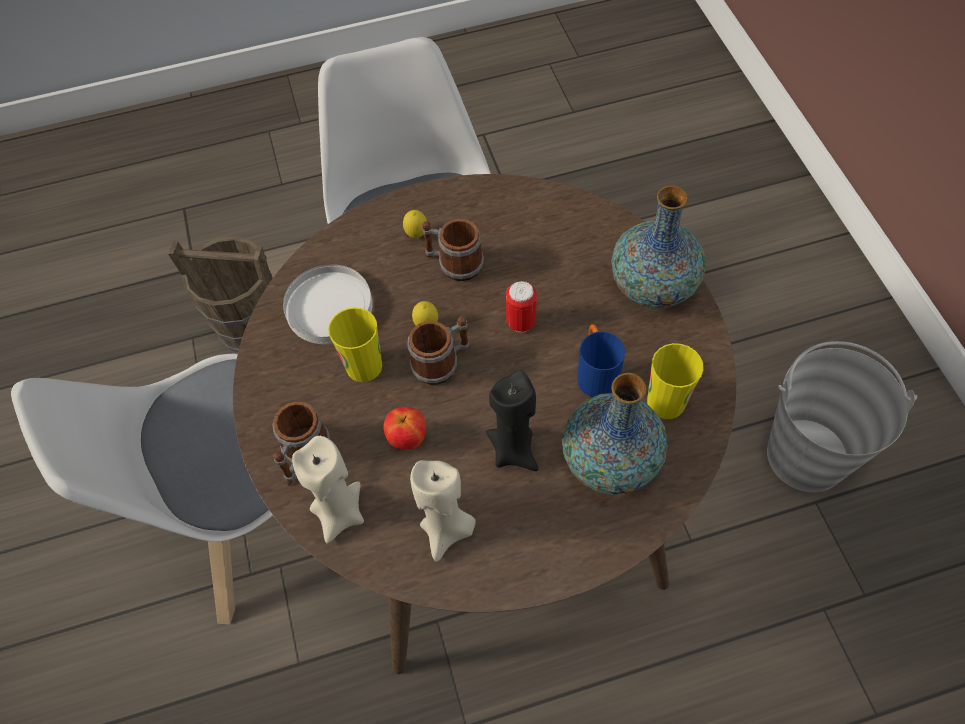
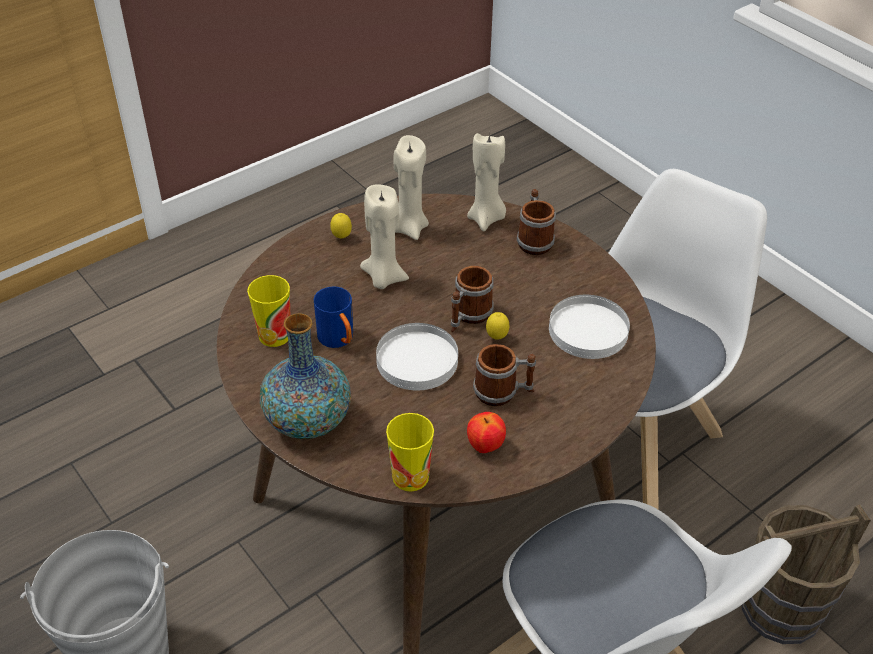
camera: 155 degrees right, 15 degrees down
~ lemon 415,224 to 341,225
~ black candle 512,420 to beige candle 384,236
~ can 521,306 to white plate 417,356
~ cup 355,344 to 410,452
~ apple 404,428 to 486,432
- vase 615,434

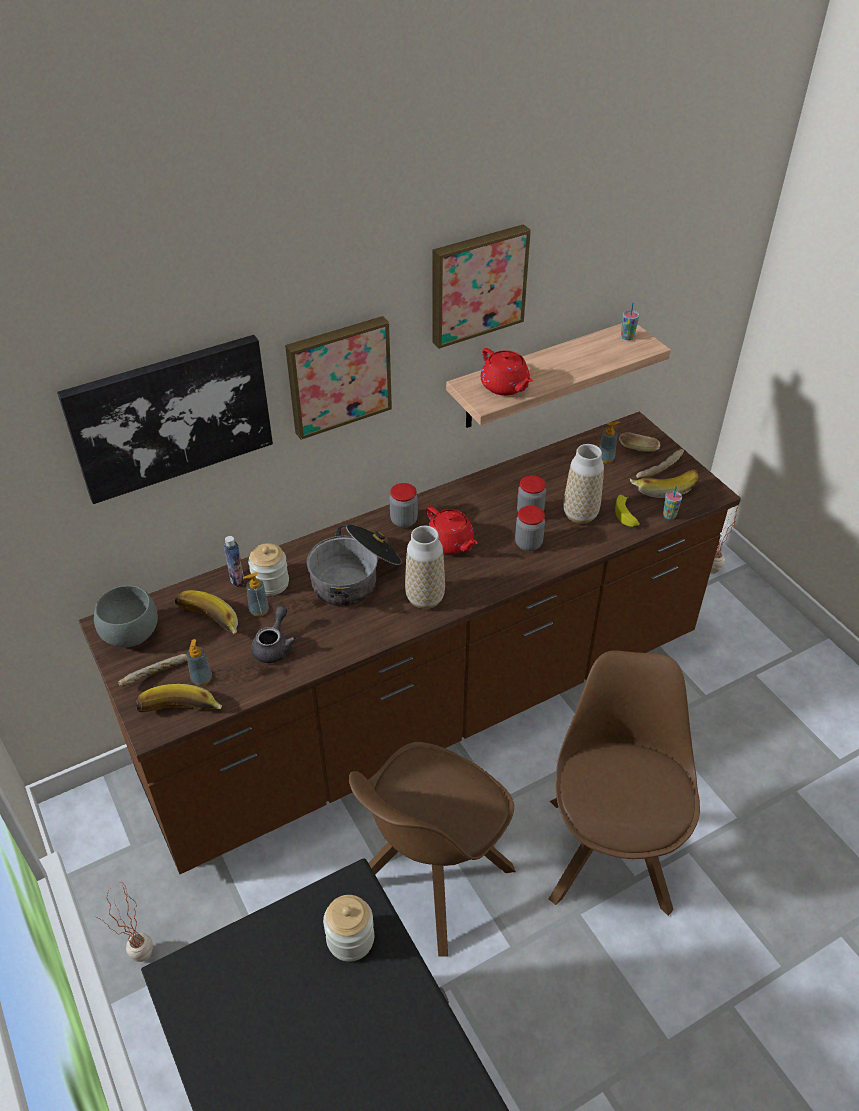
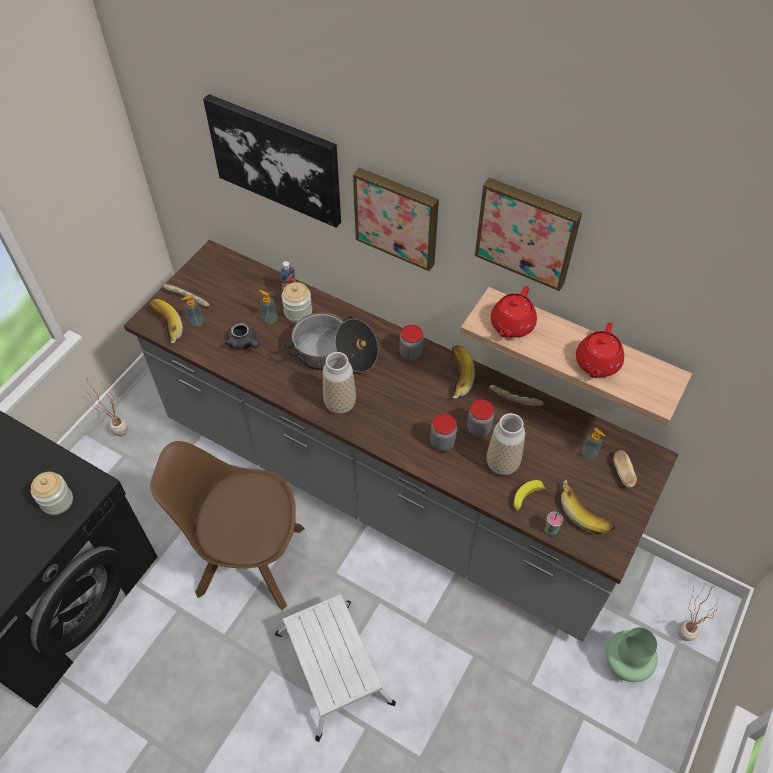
camera: 60 degrees right, 10 degrees up
~ brown counter 410,643 to grey counter 401,441
~ grey teapot 273,634 = 242,336 60 degrees clockwise
~ brown chair 624,783 to white step ladder 335,668
~ banana 206,612 to 463,371
~ bread 660,464 to 516,395
~ red teapot 452,530 to 600,350
+ green vase 632,654
- grey bowl 126,616
- cup 630,321

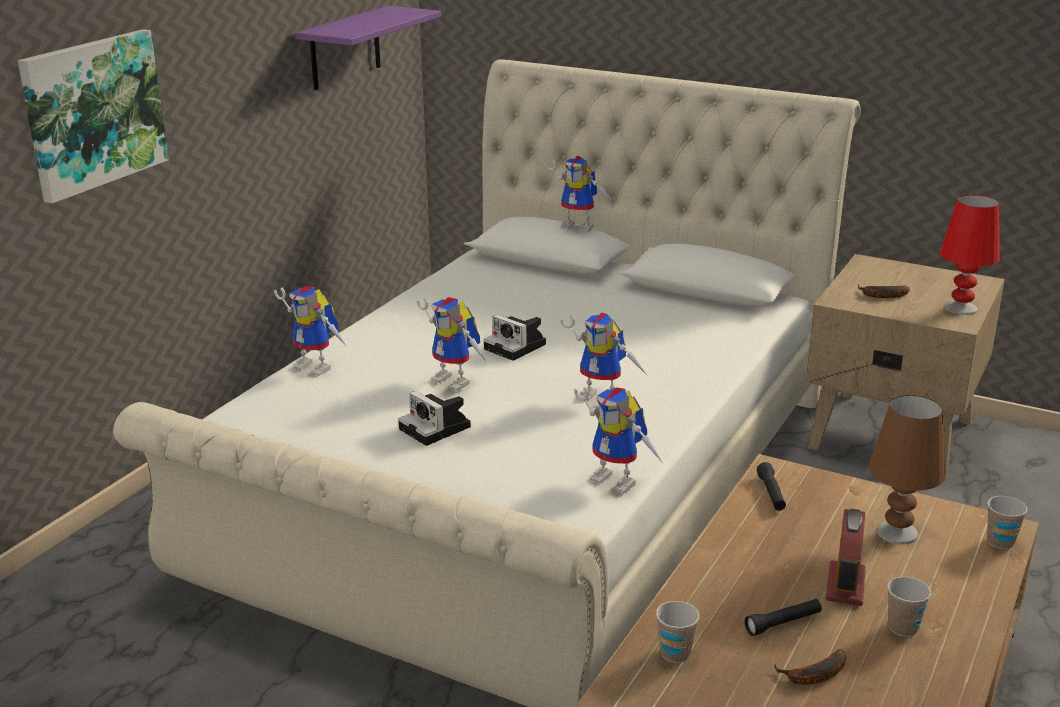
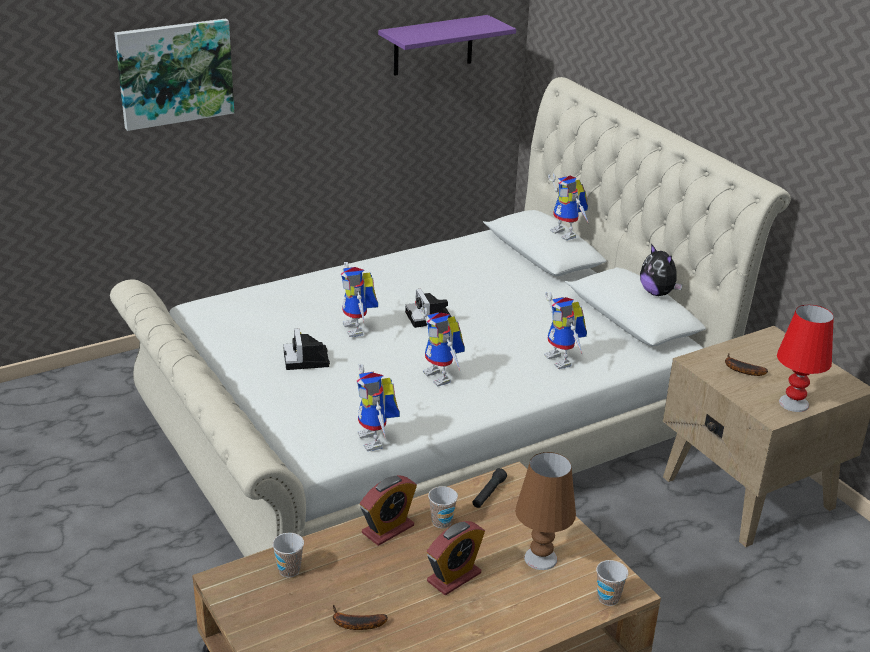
camera: 30 degrees right, 5 degrees up
+ alarm clock 388,510
~ cup 909,607 to 443,507
~ toy robot 310,331 to 565,330
+ plush toy 661,270
- black flashlight 783,617

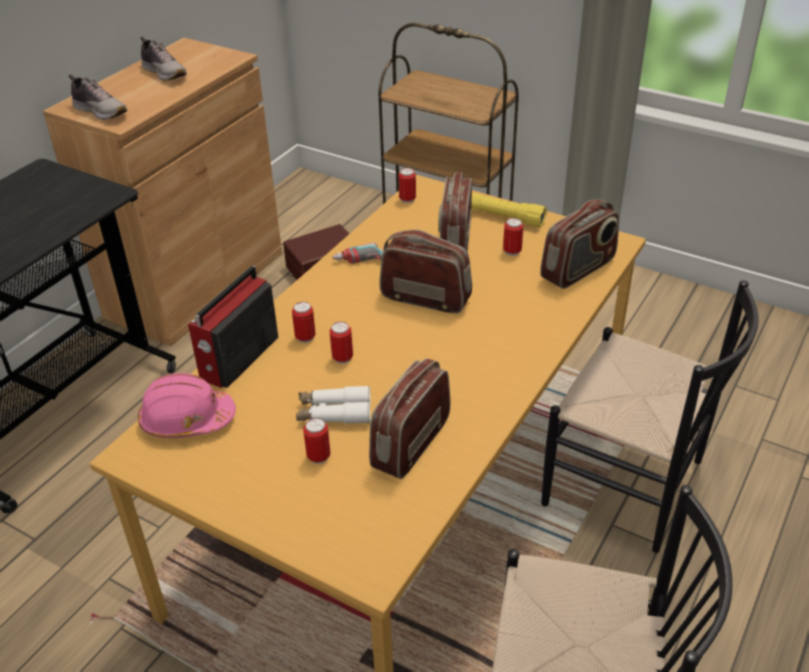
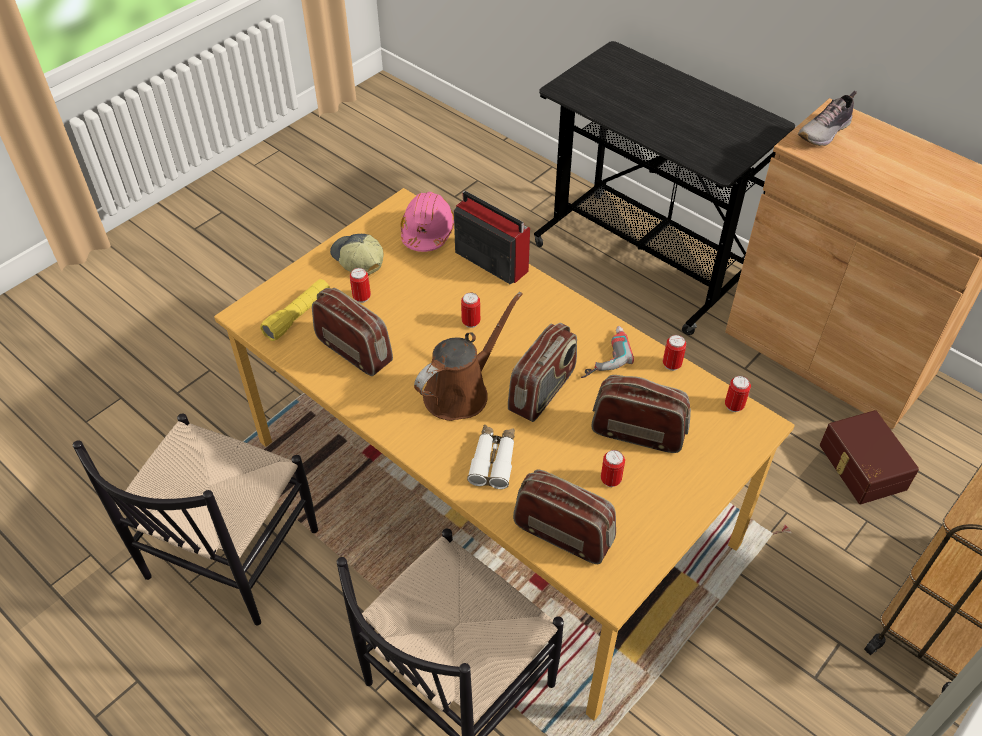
camera: 100 degrees right, 10 degrees up
~ yellow flashlight 509,210 to 295,310
+ cap 356,254
+ brown watering can 468,356
~ white binoculars 333,405 to 491,457
~ radio 579,244 = 564,516 150 degrees clockwise
~ can 304,322 to 674,353
- shoe 163,58

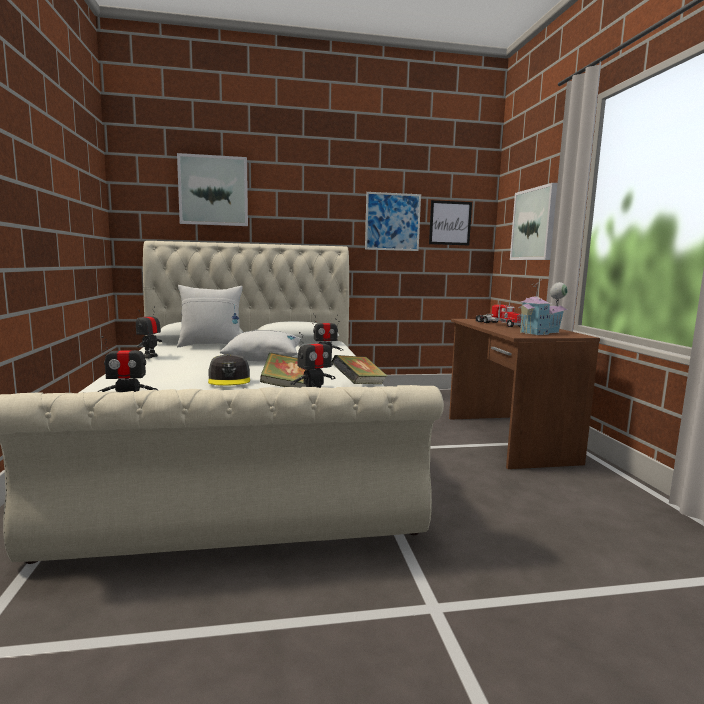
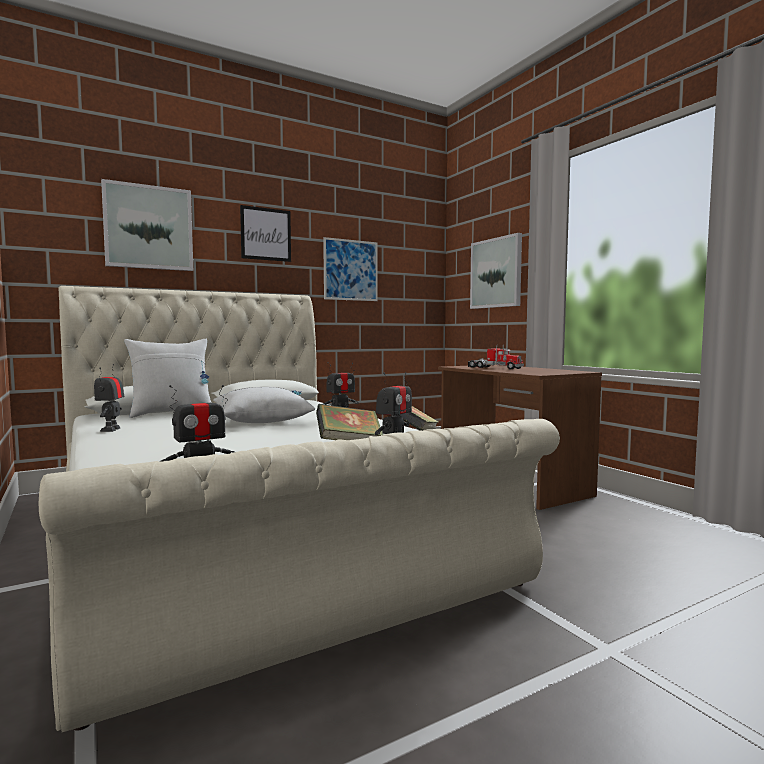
camera: 20 degrees left, 5 degrees down
~ picture 450,222 to 265,233
- grey cap 229,370
- toy house 543,307

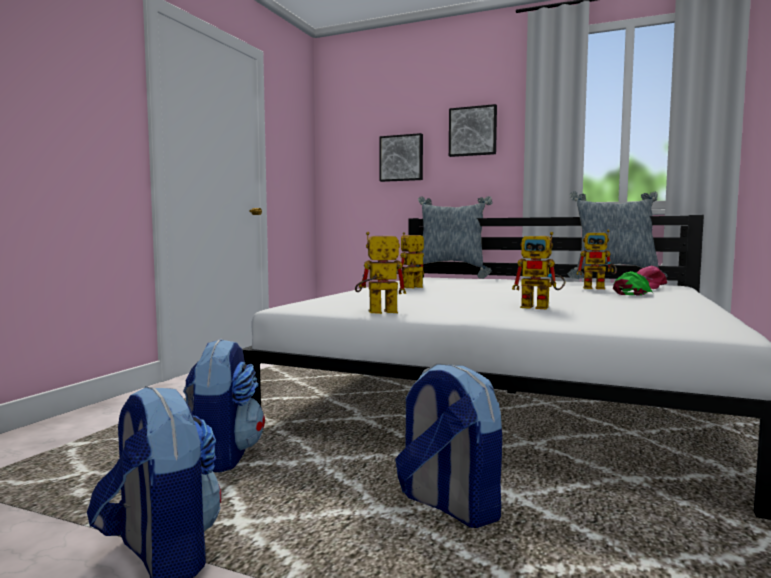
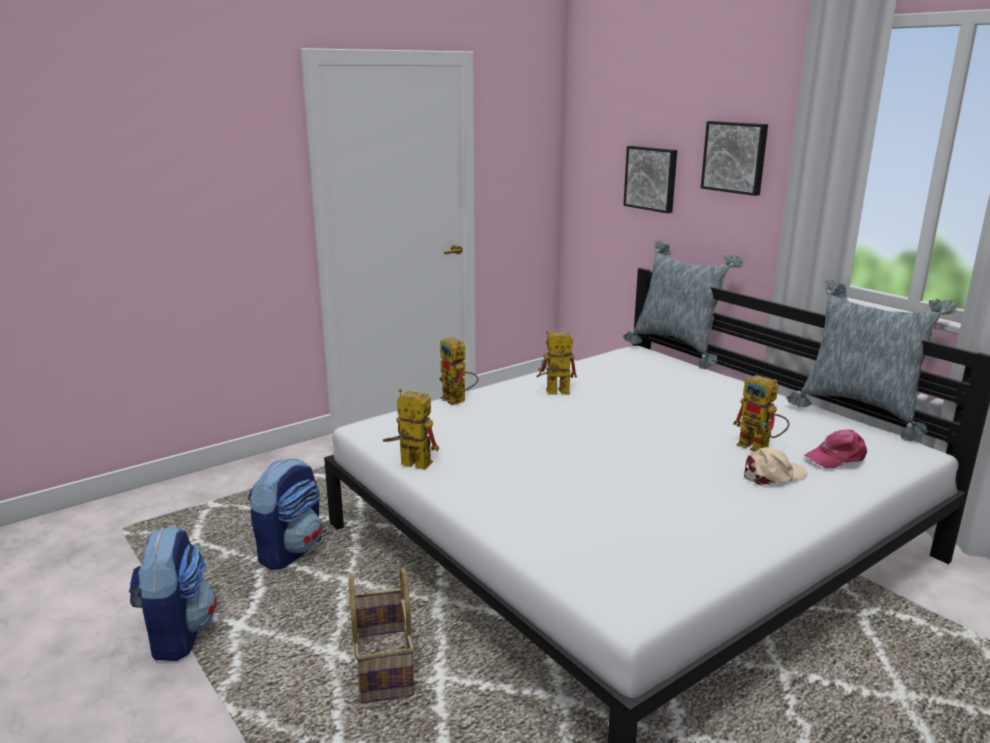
camera: 30 degrees right, 15 degrees up
~ backpack 448,445 to basket 381,635
~ toy robot 538,270 to 458,371
~ green cap 633,283 to beige cap 776,466

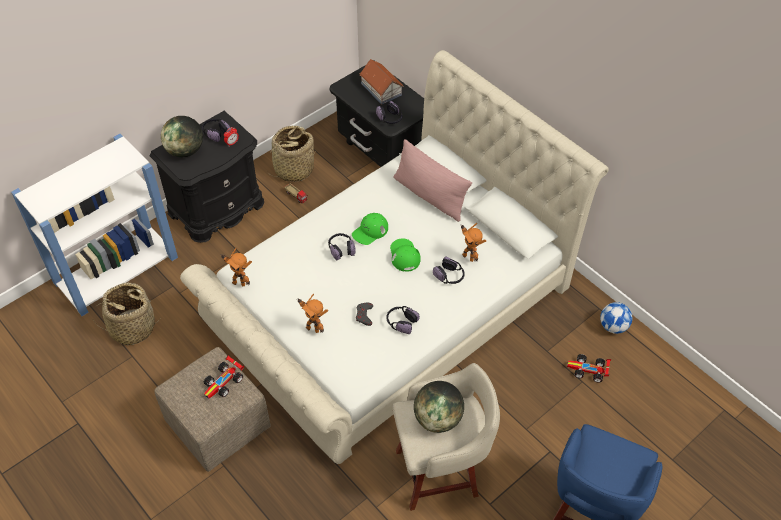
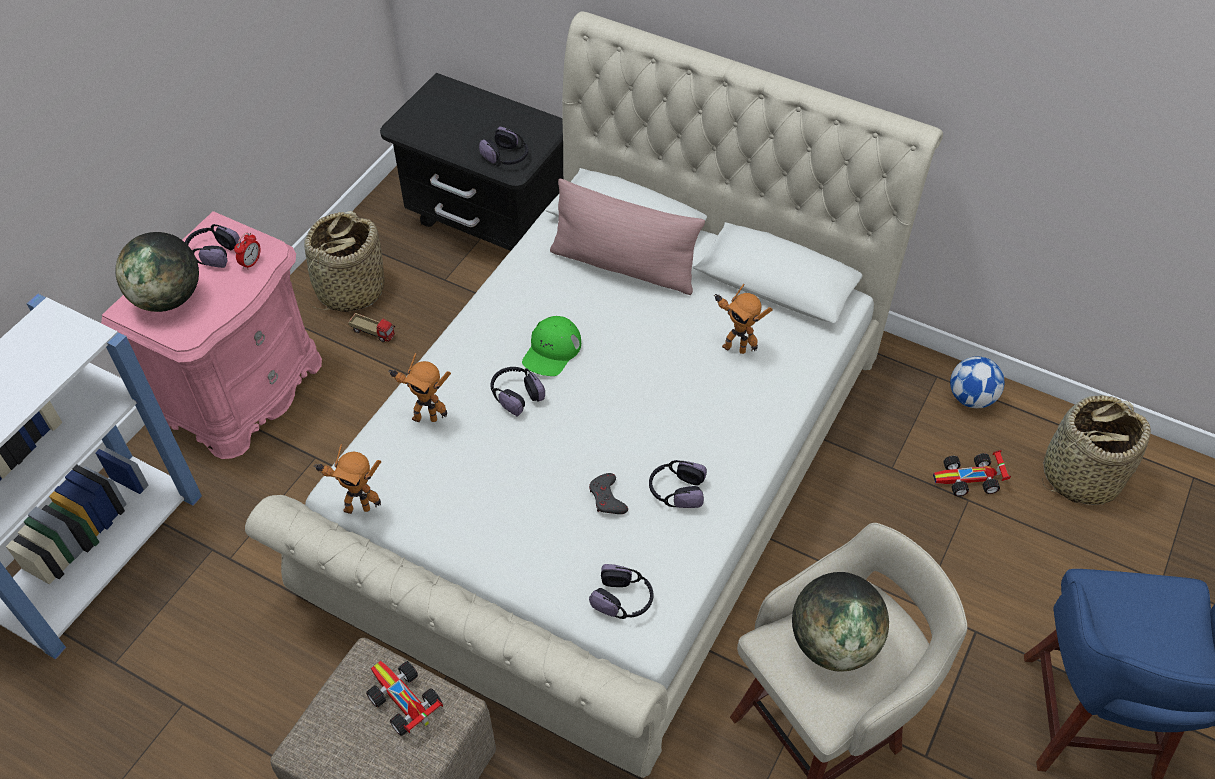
camera: 20 degrees left, 0 degrees up
~ black nightstand 207,177 to pink nightstand 211,335
~ toy car 224,376 = 404,698 120 degrees clockwise
~ toy robot 312,313 to 419,387
~ headphones 449,270 to 621,591
~ basket 126,314 to 1096,450
- toy house 381,81
- green cap 405,255

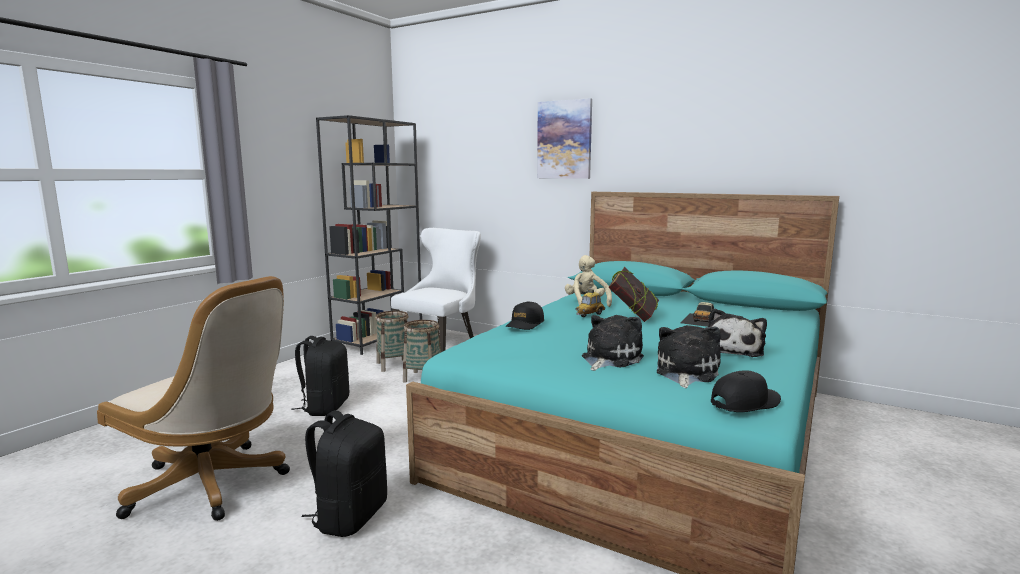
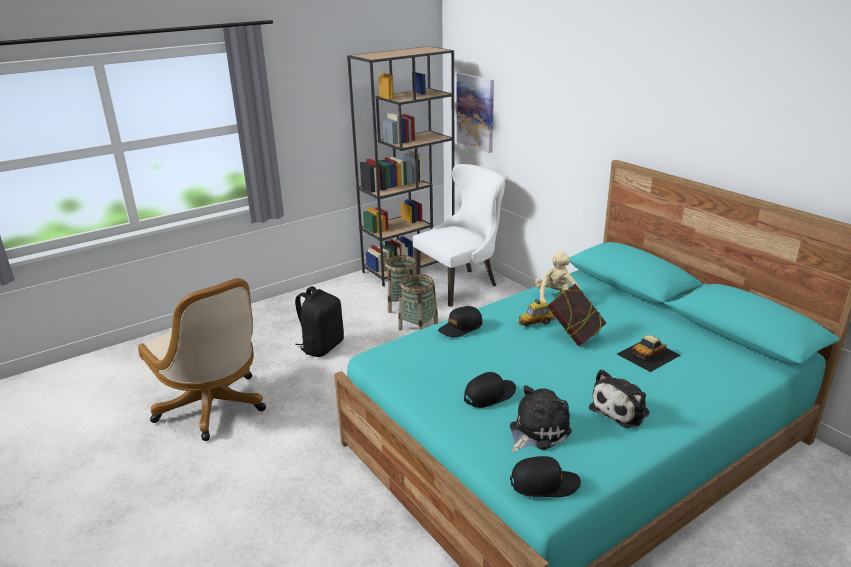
camera: 25 degrees right, 15 degrees up
~ picture 564,138 to 475,113
~ plush toy 613,343 to black cap 490,390
- black backpack 344,473

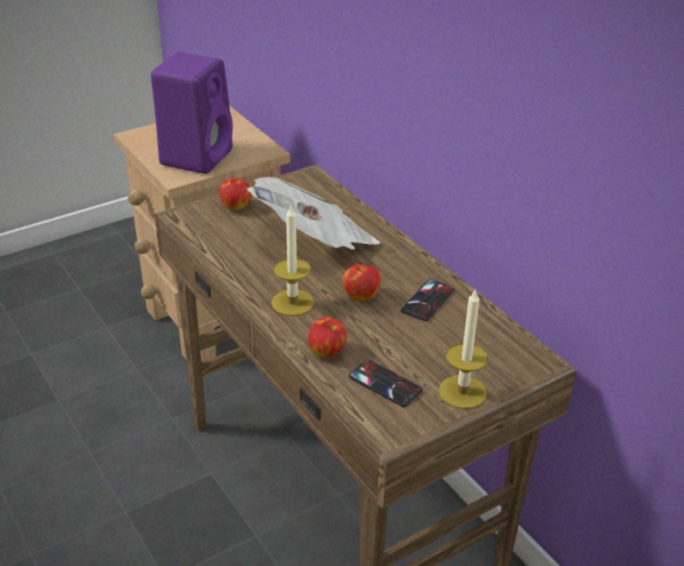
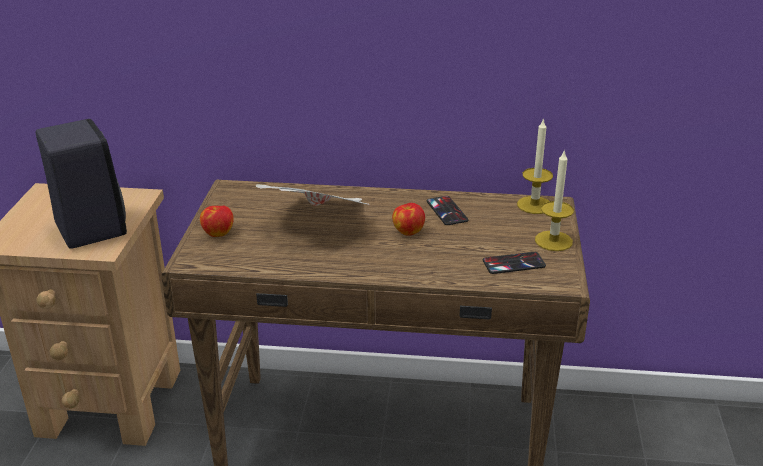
camera: 50 degrees left, 5 degrees down
~ purple speaker 192,113 to black speaker 81,184
~ candle 292,260 to 535,166
- apple 327,337

